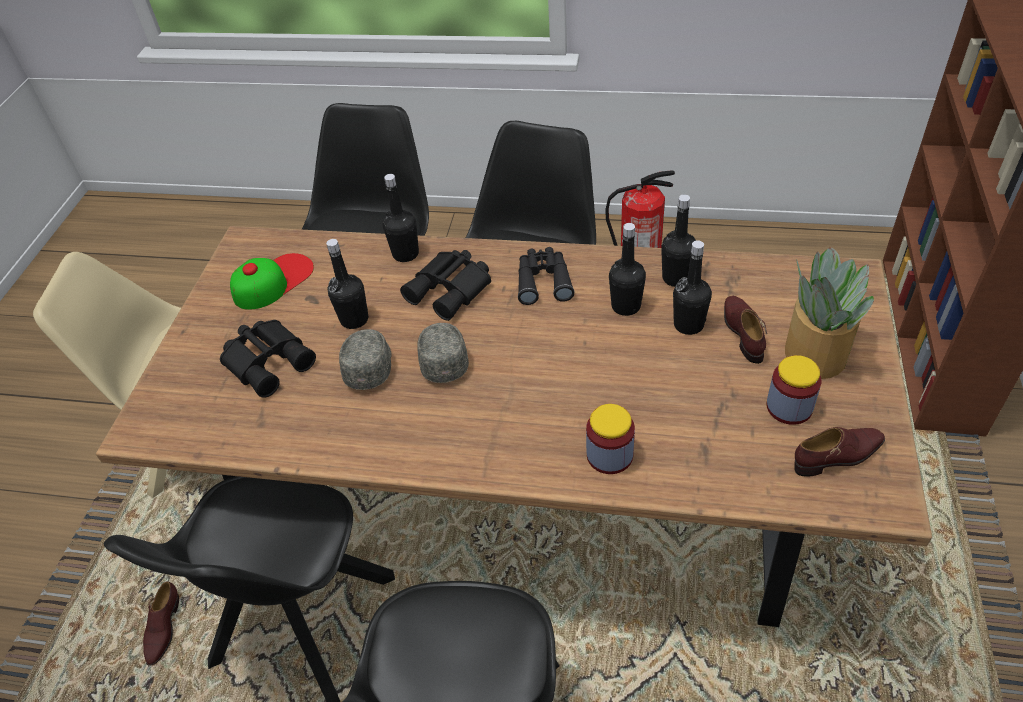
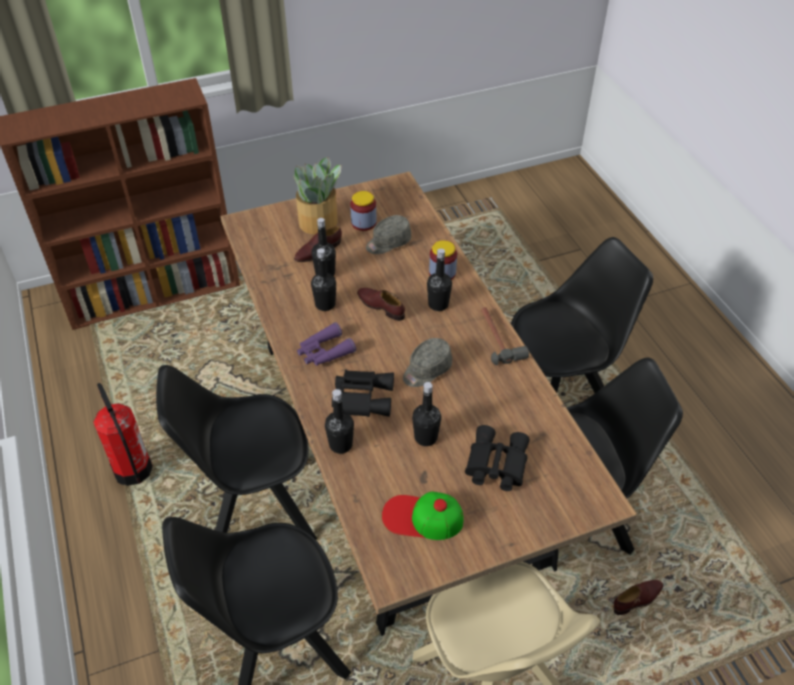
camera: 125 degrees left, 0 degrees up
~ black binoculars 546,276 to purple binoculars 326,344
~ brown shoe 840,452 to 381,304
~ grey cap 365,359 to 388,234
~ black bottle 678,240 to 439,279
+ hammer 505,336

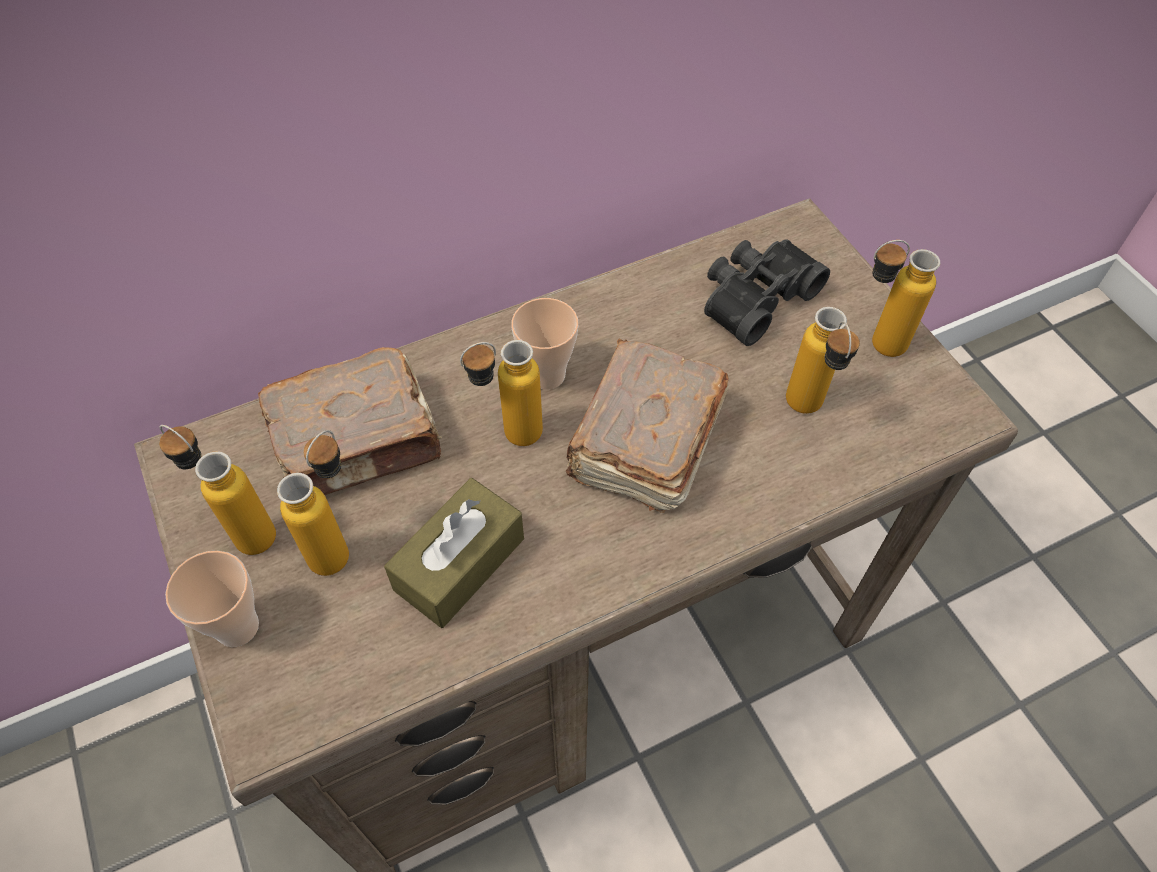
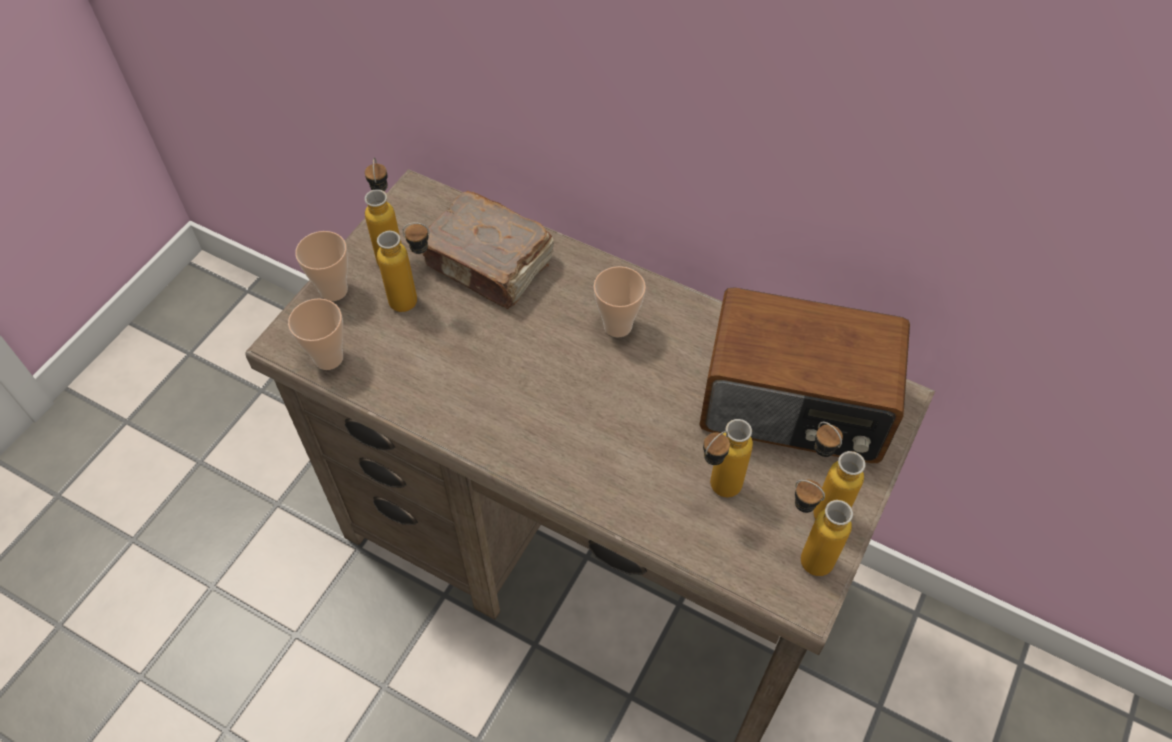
camera: 55 degrees right, 0 degrees up
+ cup 315,334
~ black binoculars 767,292 to radio 804,375
~ bottle 501,393 to 824,527
- brown tissue box 454,553
- brown book 647,426

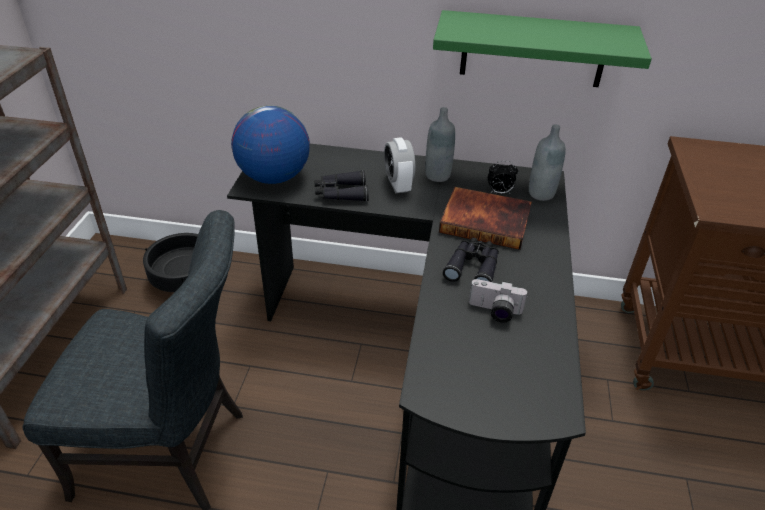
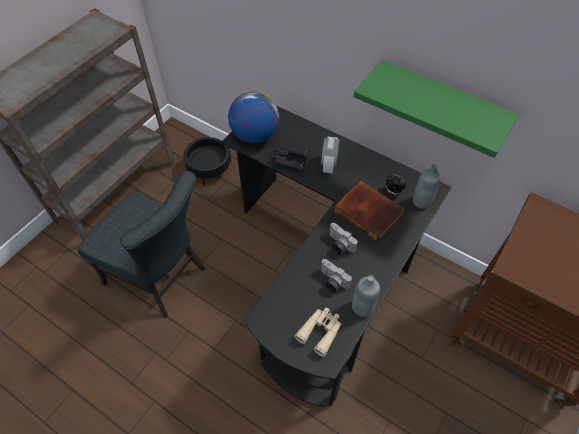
camera: 25 degrees right, 15 degrees up
+ beige binoculars 318,332
~ black binoculars 471,260 to photo camera 343,238
~ grey bottle 440,144 to 366,296

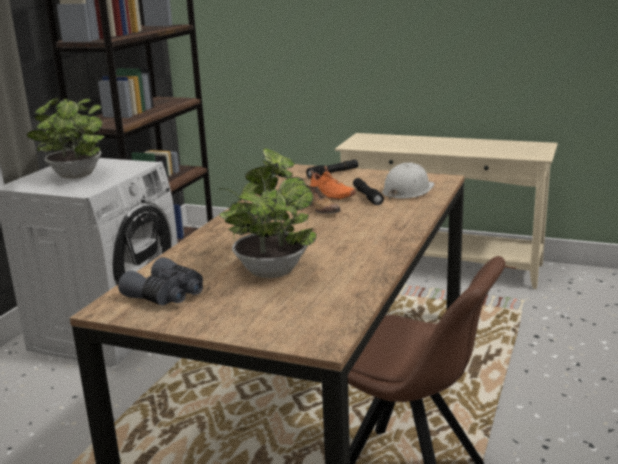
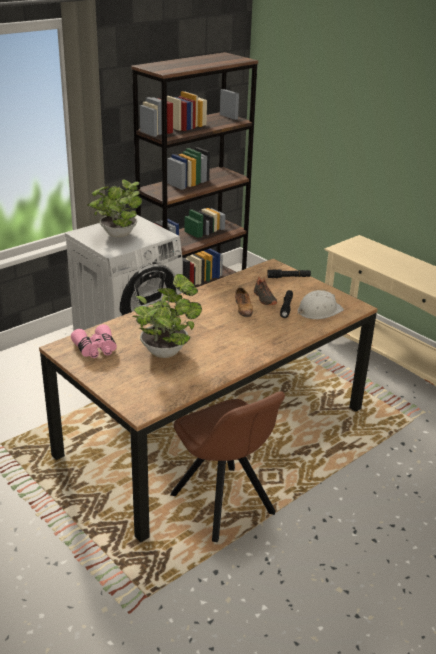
camera: 25 degrees right, 10 degrees up
~ grey binoculars 160,281 to pink binoculars 94,341
~ orange shoe 333,183 to black shoe 265,291

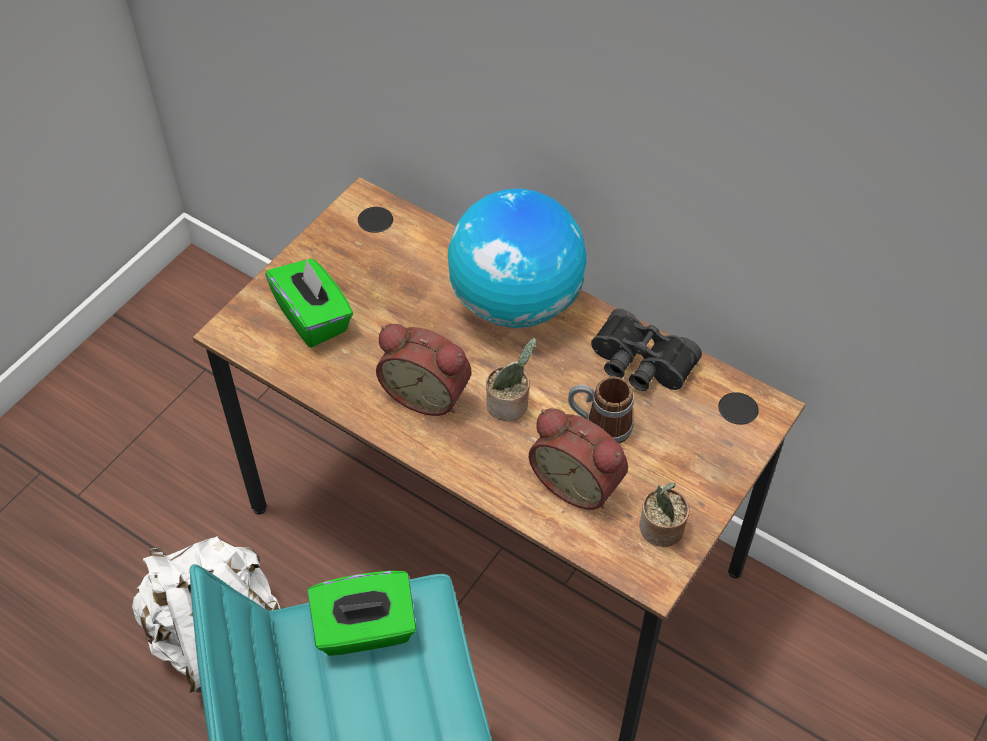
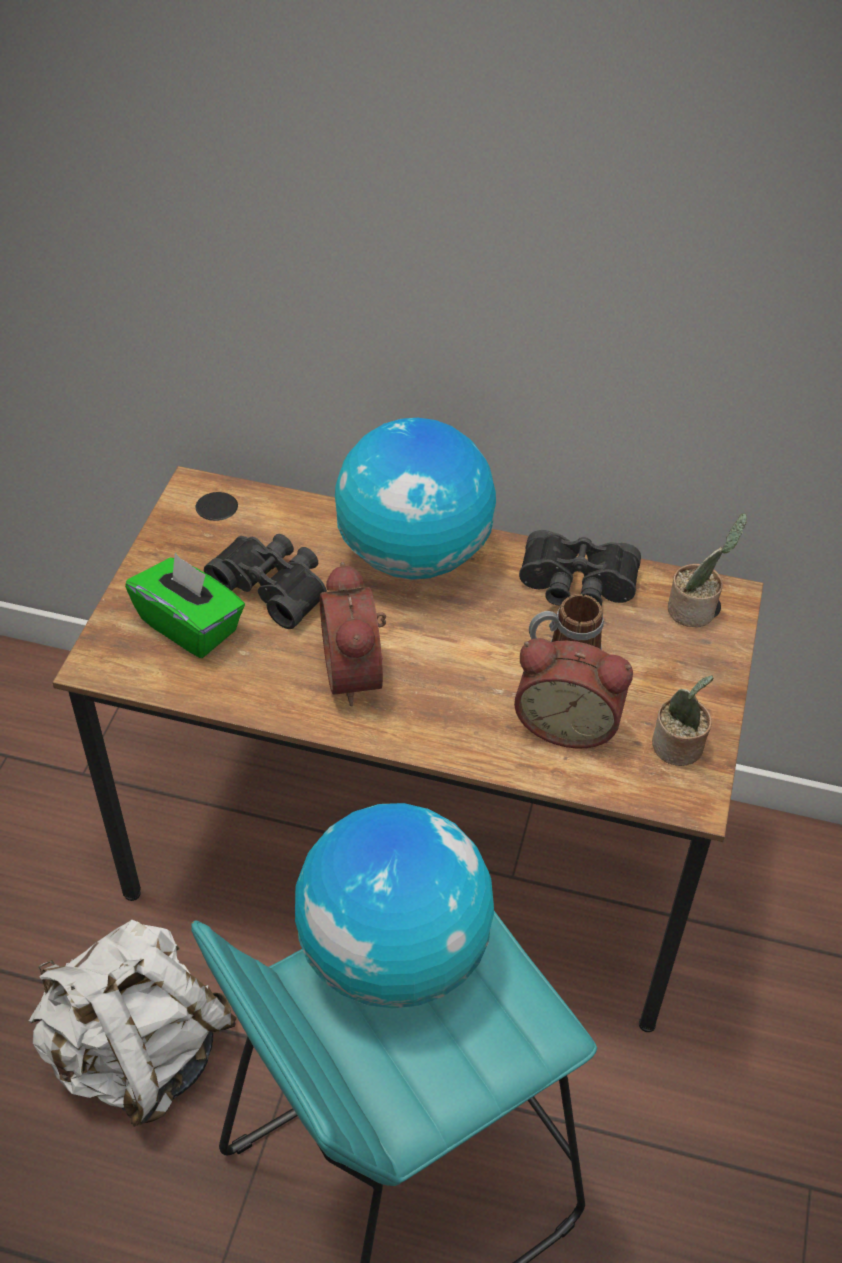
camera: 20 degrees left, 5 degrees down
+ black binoculars 265,581
~ green tissue box 362,613 to globe 394,905
~ alarm clock 423,370 = 353,634 75 degrees clockwise
~ potted plant 511,379 to 707,570

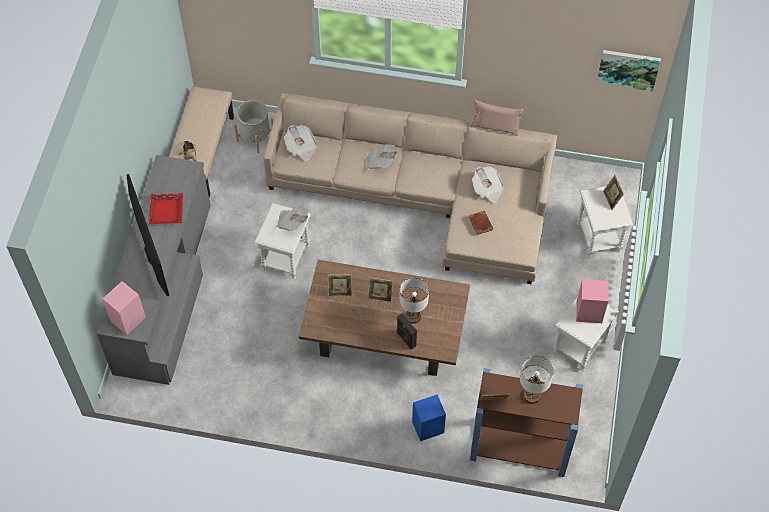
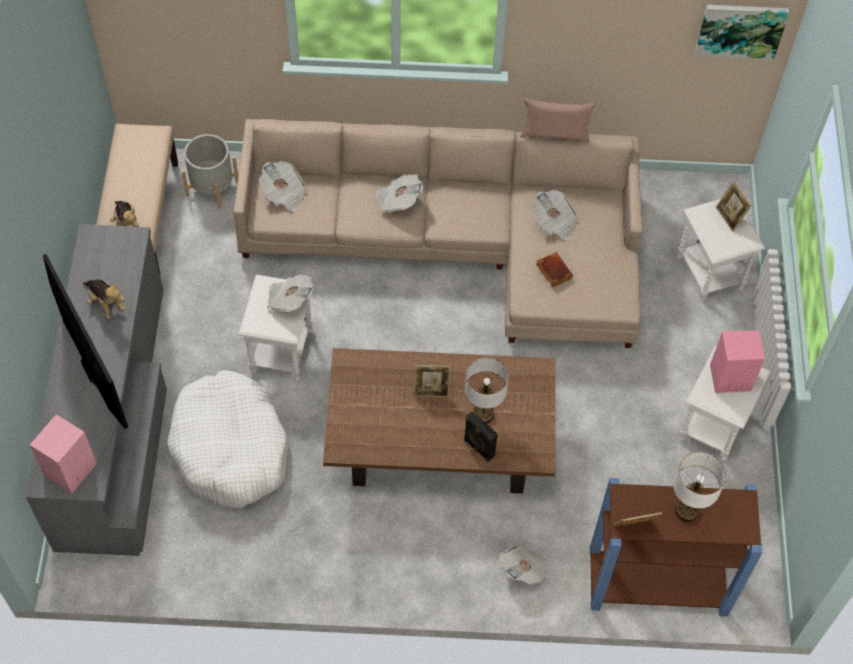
camera: 10 degrees left, 0 degrees up
~ red tray 166,208 to plush toy 104,299
+ white dog bed 228,439
~ blue speaker 429,417 to newspaper 523,564
- picture frame 339,285

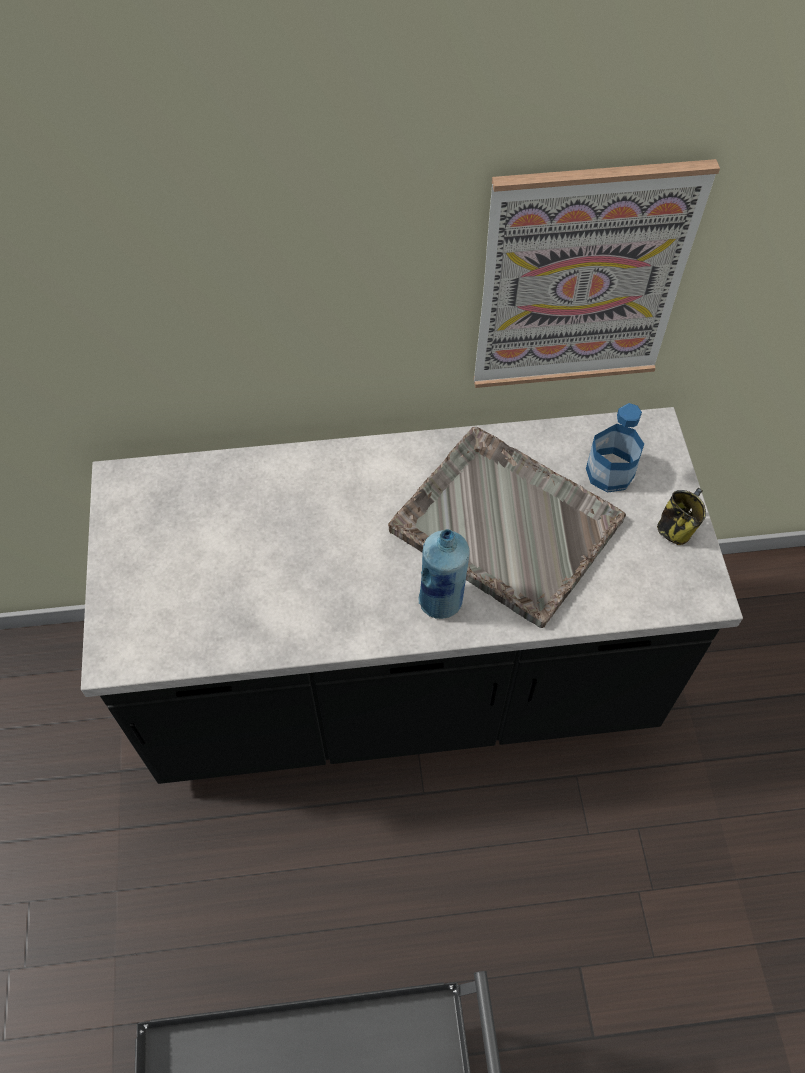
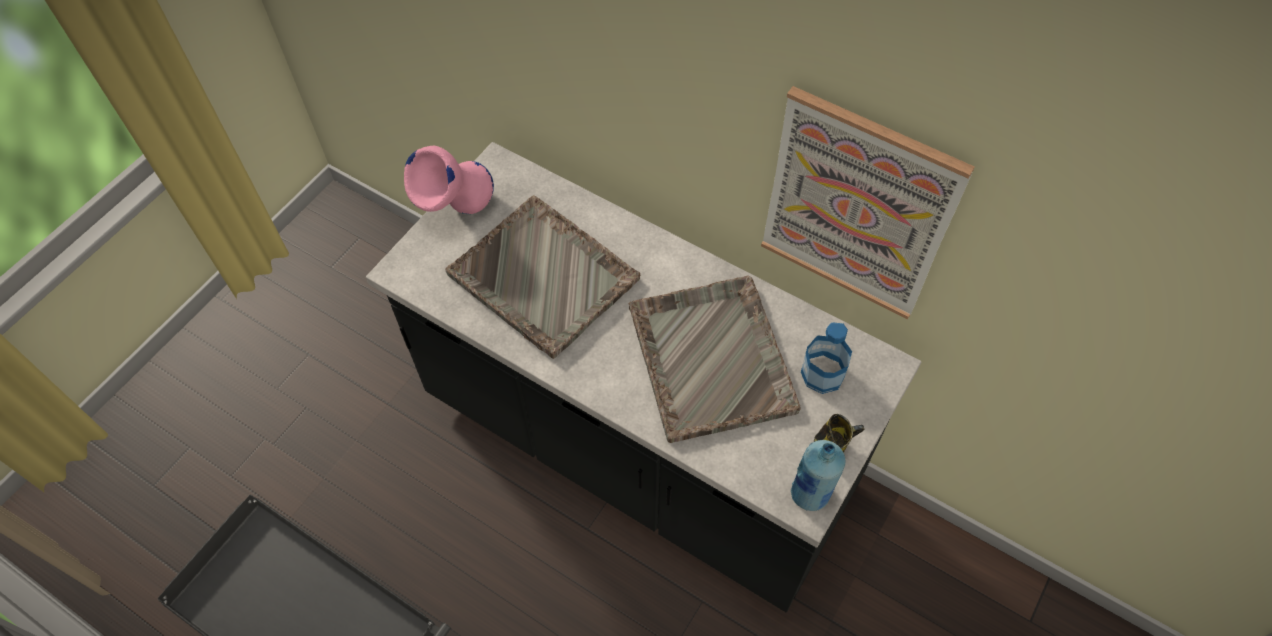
camera: 40 degrees right, 0 degrees up
+ pink vase 449,180
+ grey tray 542,277
~ blue bottle 444,574 to 818,475

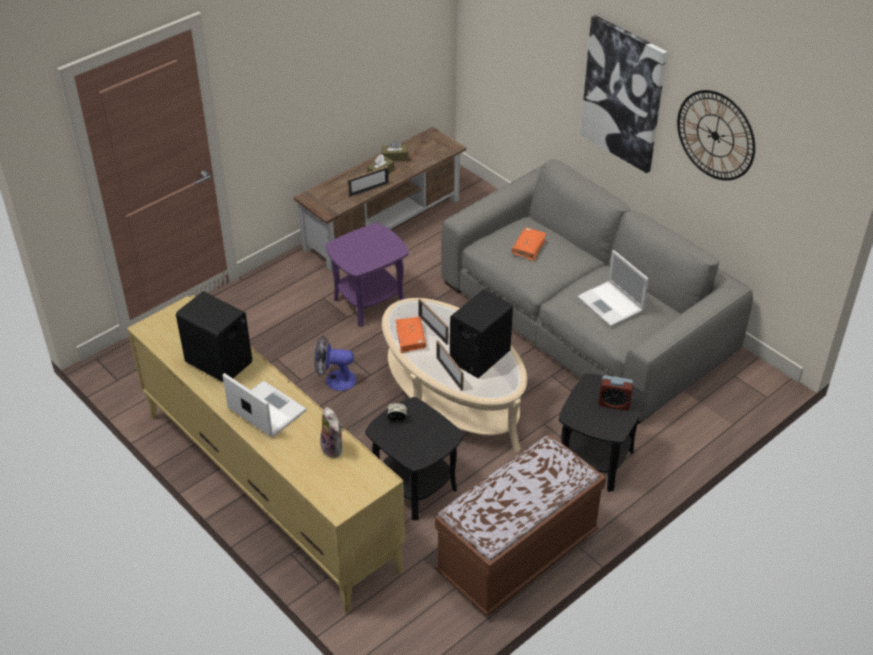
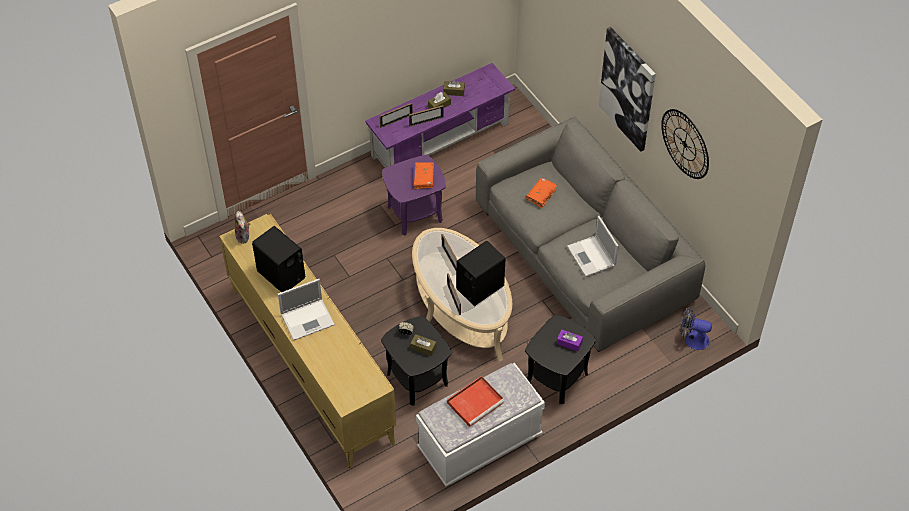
camera: 10 degrees right, 10 degrees up
~ plush toy 332,432 to 242,227
~ laptop 264,405 = 306,309 105 degrees clockwise
~ brown tv stand 380,198 to purple tv stand 440,115
+ picture frame 396,115
+ brown tissue box 423,345
~ orange book 410,335 to 424,175
~ brown bench 520,525 to white bench 480,425
+ red tray 476,401
~ alarm clock 616,393 to purple tissue box 570,340
~ fan 335,363 to 696,328

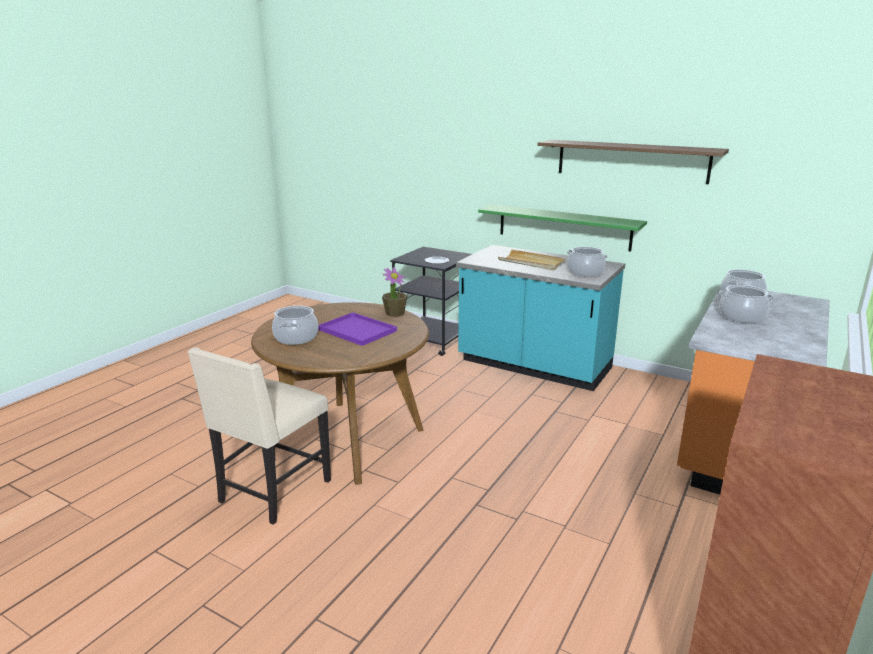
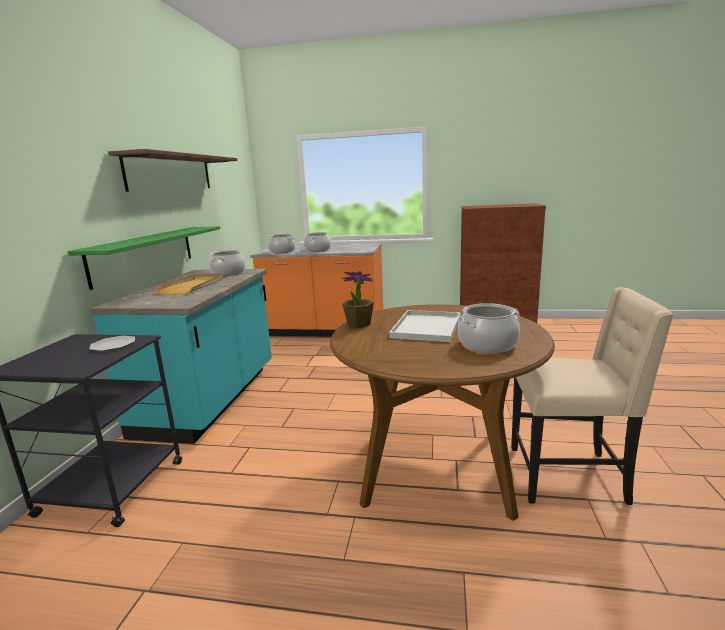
camera: 110 degrees left, 5 degrees down
~ purple tray 357,329 to white tray 425,326

